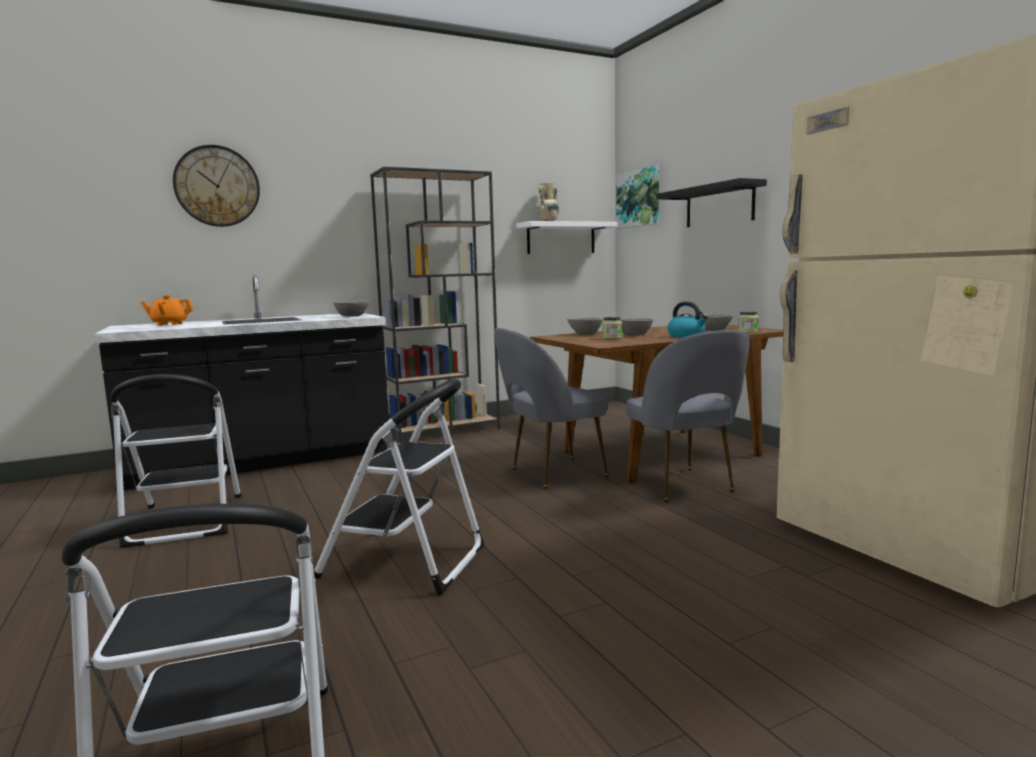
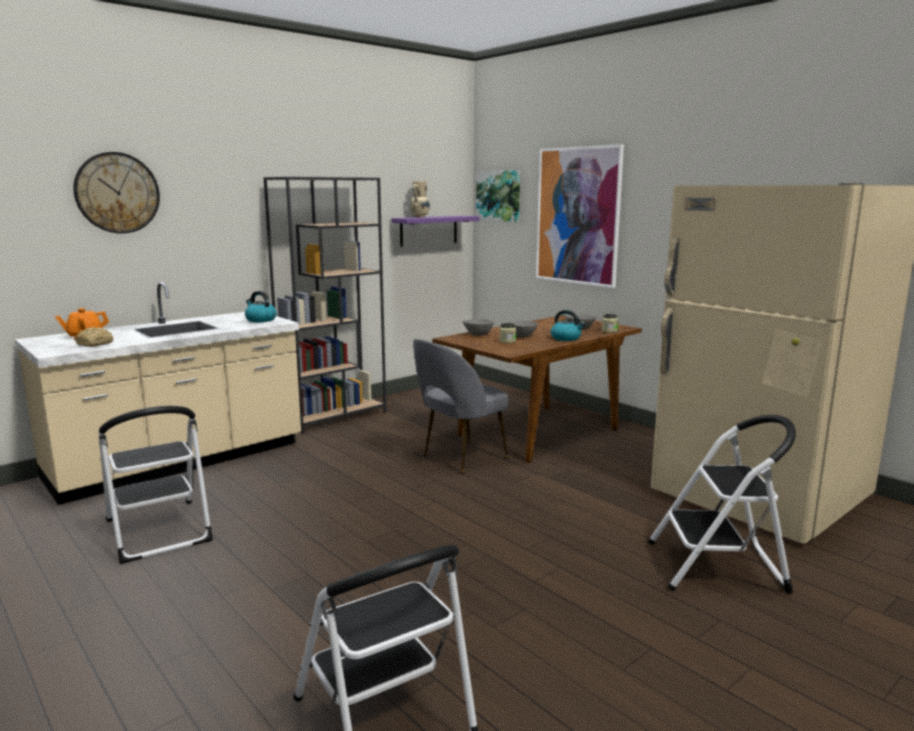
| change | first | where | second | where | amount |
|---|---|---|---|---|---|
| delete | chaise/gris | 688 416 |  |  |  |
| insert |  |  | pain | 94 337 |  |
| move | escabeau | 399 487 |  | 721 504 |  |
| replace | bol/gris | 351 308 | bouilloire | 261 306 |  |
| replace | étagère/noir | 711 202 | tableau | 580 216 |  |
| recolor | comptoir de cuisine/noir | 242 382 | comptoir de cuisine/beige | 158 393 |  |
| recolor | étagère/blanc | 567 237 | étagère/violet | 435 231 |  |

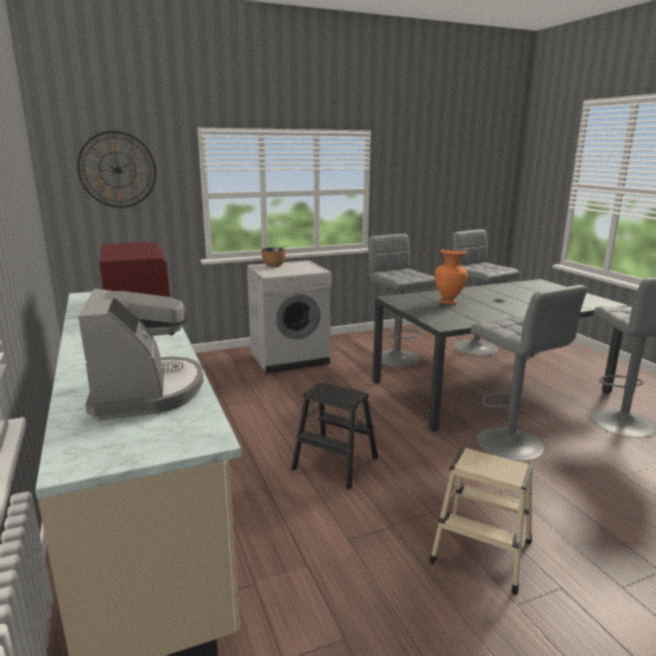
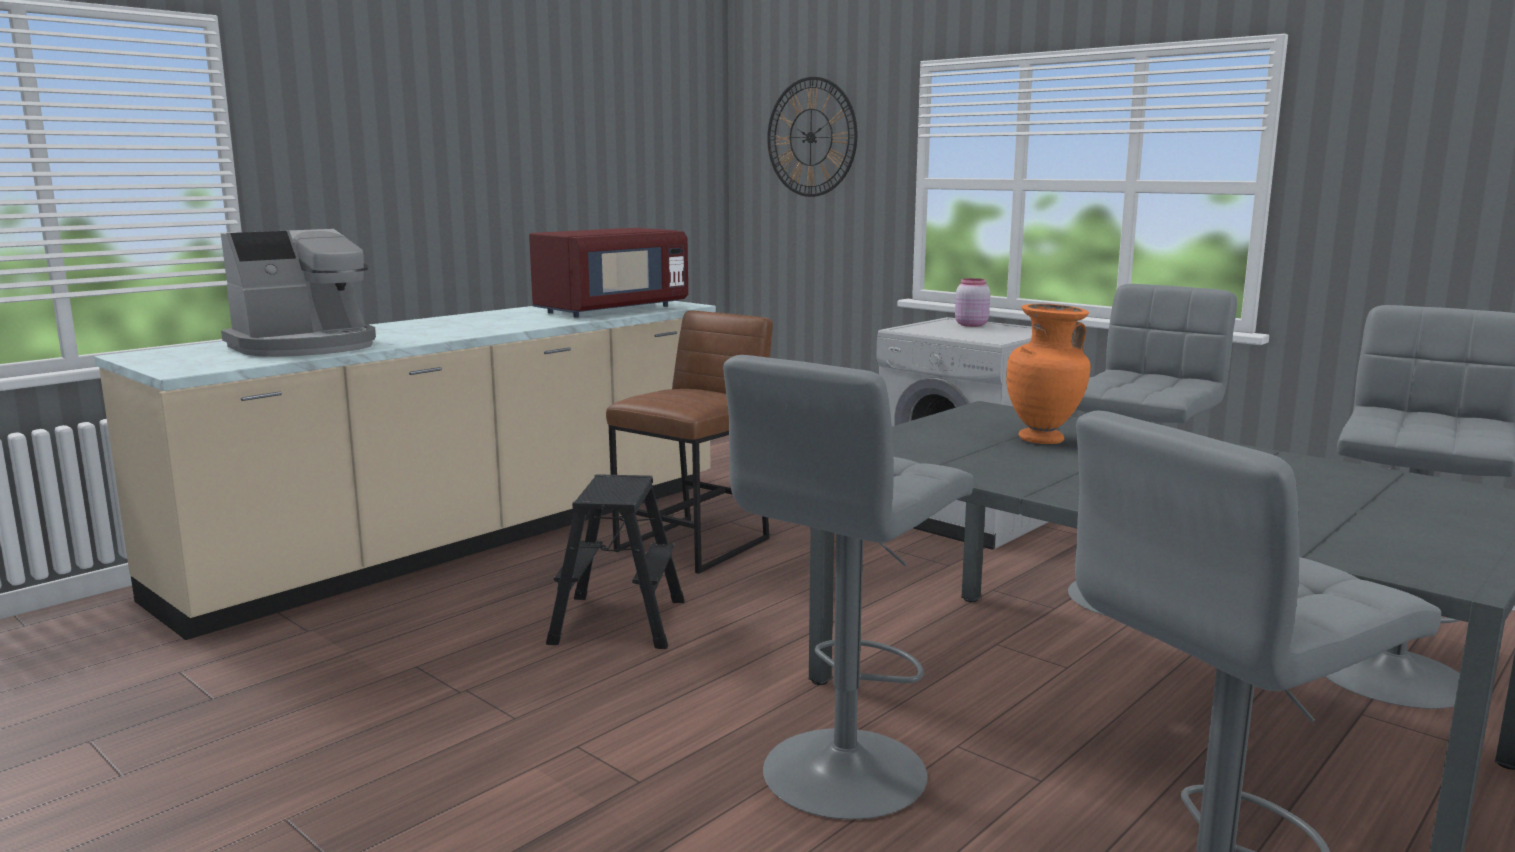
| change | first | where | second | where | amount |
|---|---|---|---|---|---|
| delete | escabeau/beige | 481 520 |  |  |  |
| insert |  |  | chaise/marron | 689 442 |  |
| replace | bol | 273 257 | bocal/rose | 972 302 |  |

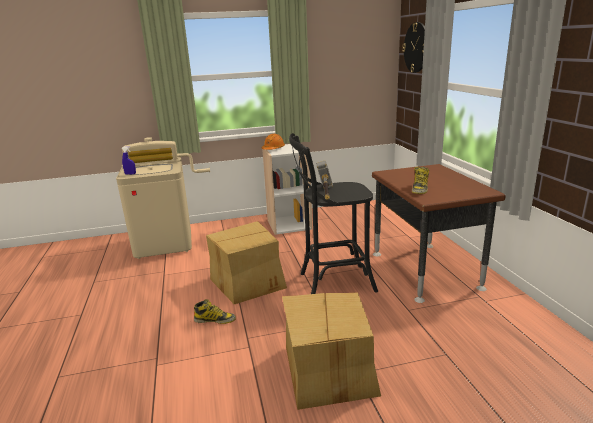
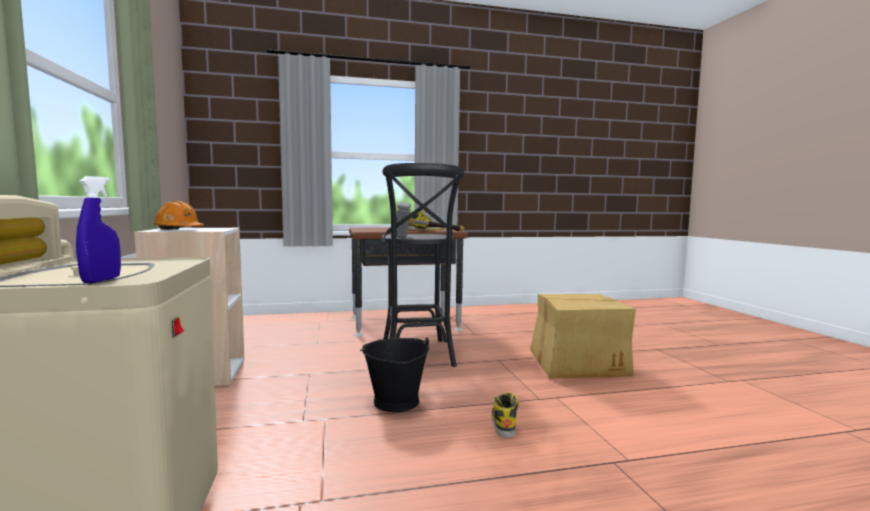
| change | first | where | second | where | amount |
|---|---|---|---|---|---|
| delete | horloge murale | 413 47 |  |  |  |
| replace | carton | 246 262 | seau/noir | 394 374 |  |

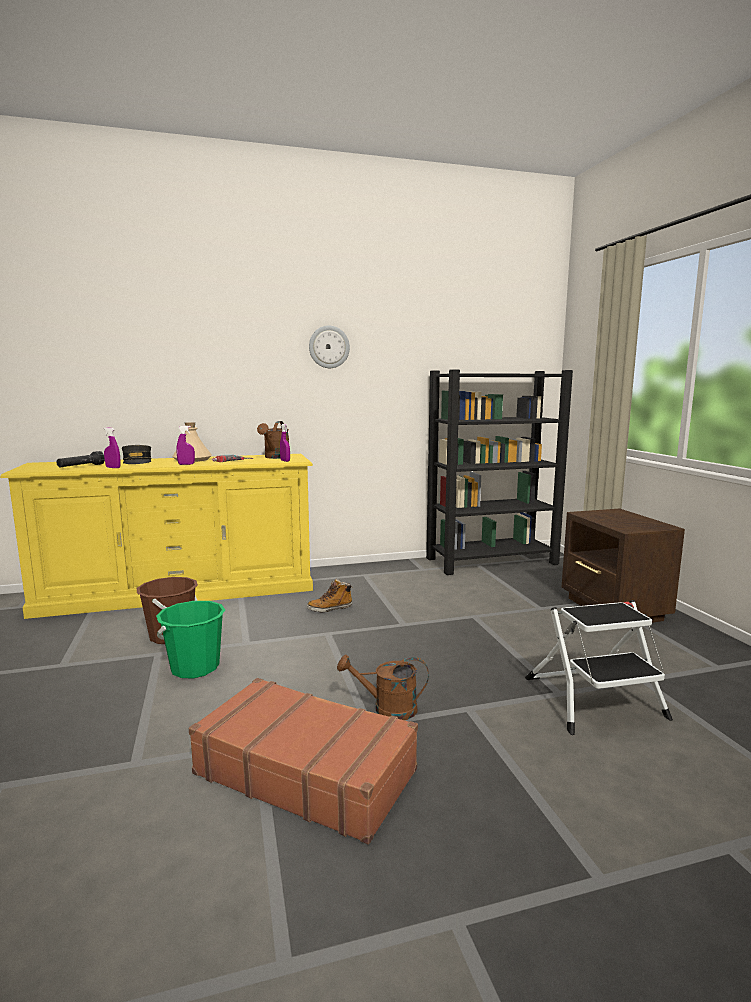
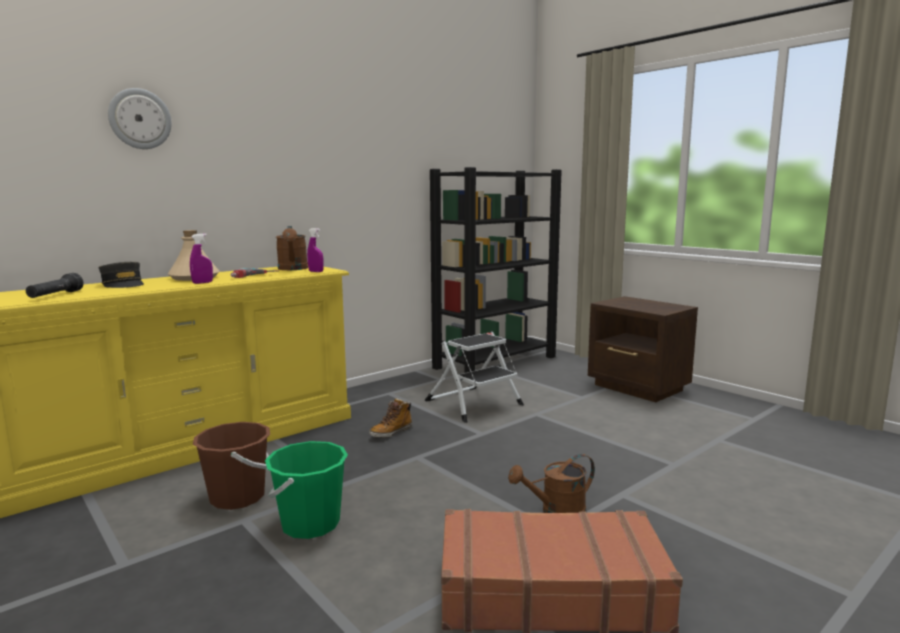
| change | first | where | second | where | amount |
|---|---|---|---|---|---|
| delete | vaporisateur/violet | 112 447 |  |  |  |
| move | horloge murale | 329 347 |  | 140 118 |  |
| move | escabeau | 599 667 |  | 474 377 |  |

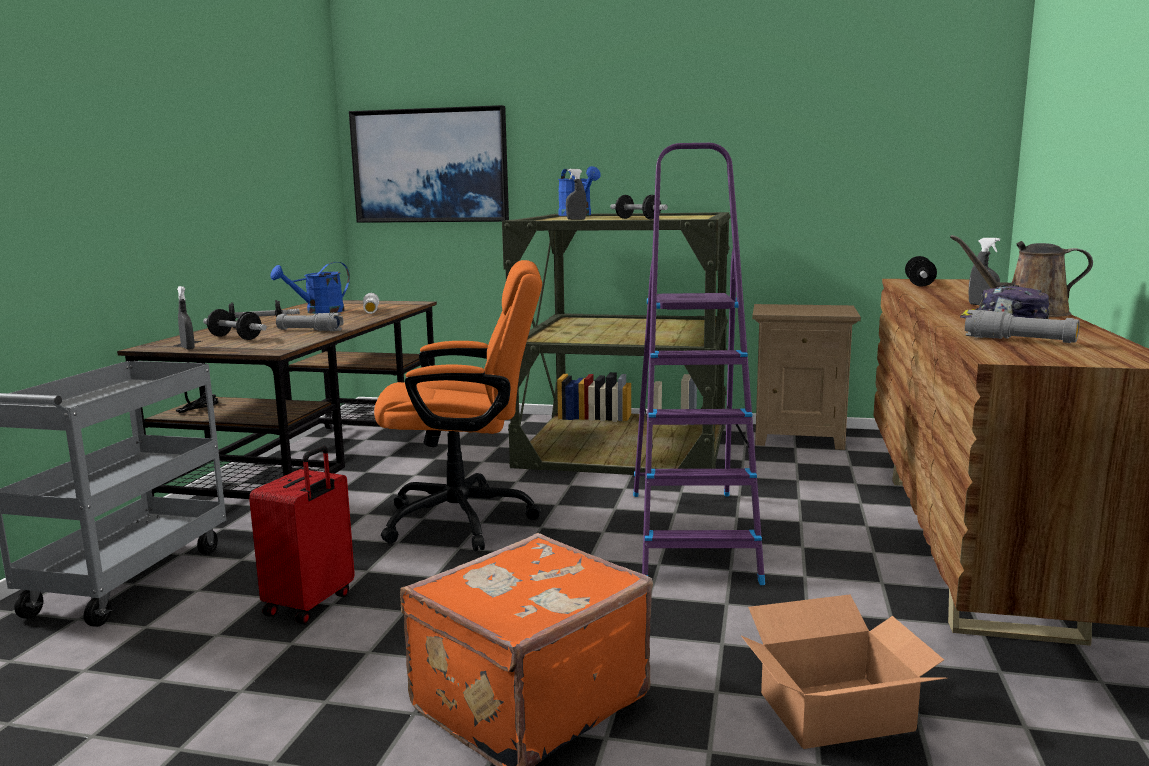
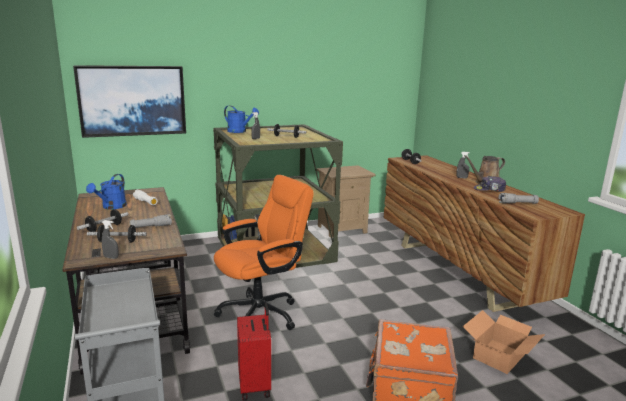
| change | first | where | second | where | amount |
|---|---|---|---|---|---|
| delete | escabeau/violet | 699 364 |  |  |  |

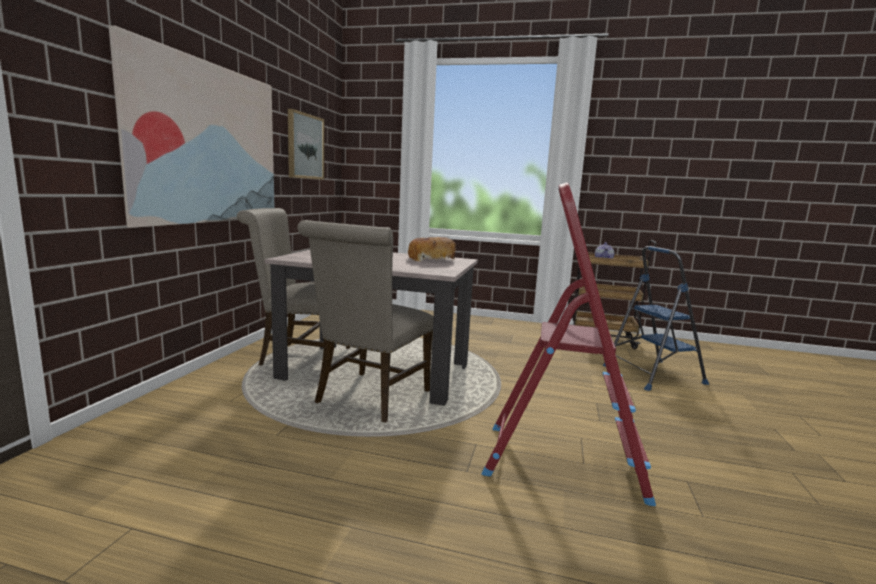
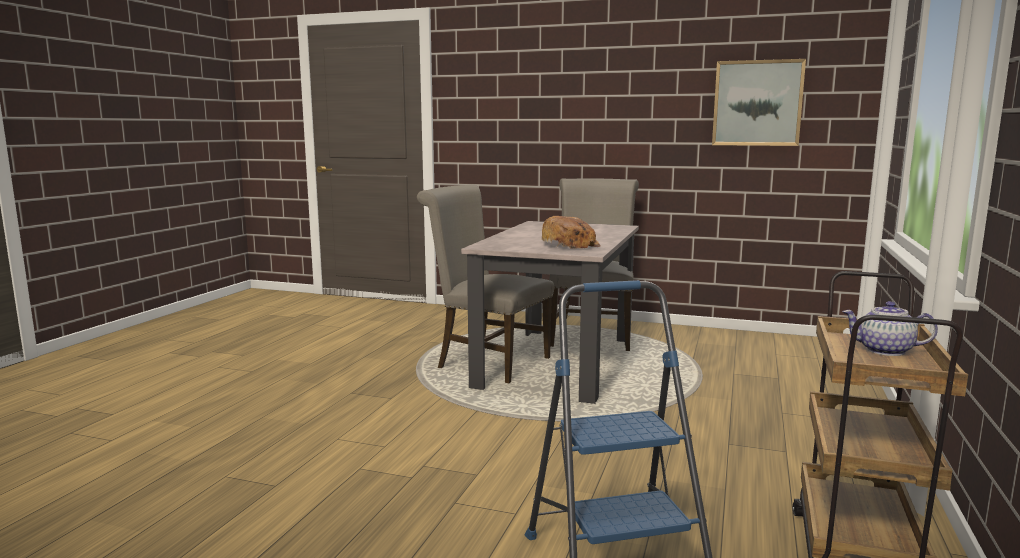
| change | first | where | second | where | amount |
|---|---|---|---|---|---|
| delete | tableau | 192 126 |  |  |  |
| delete | escabeau/rouge | 569 344 |  |  |  |

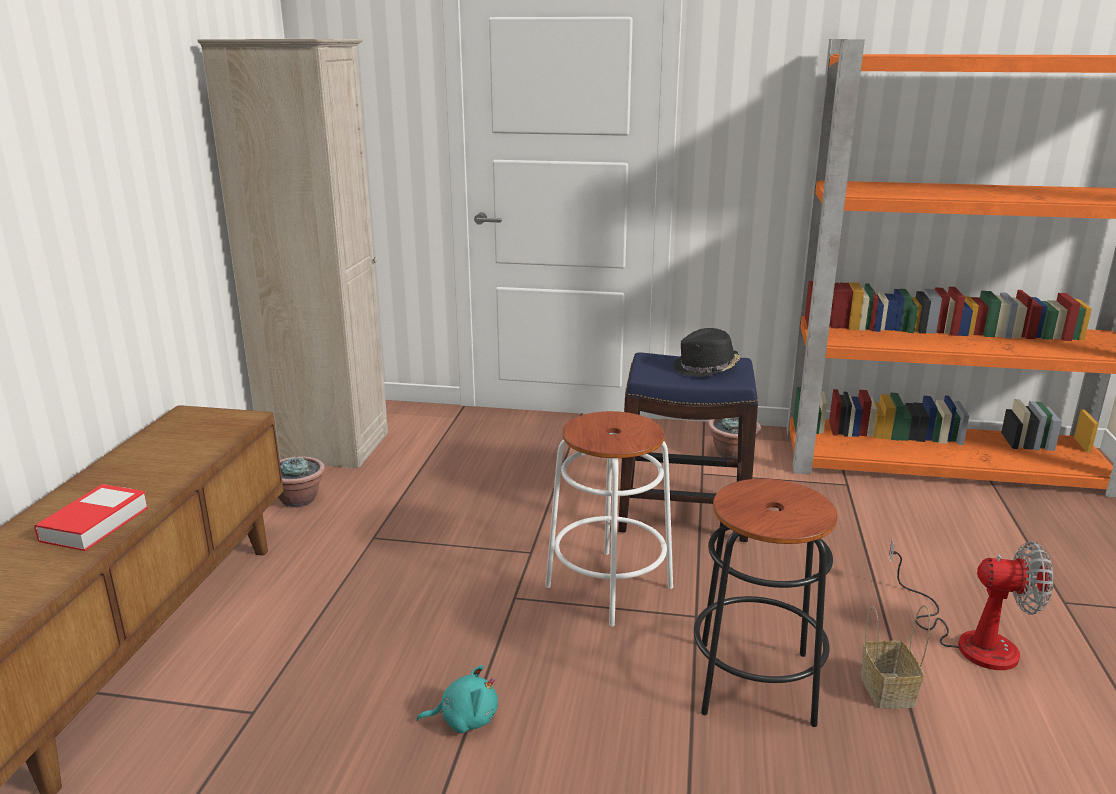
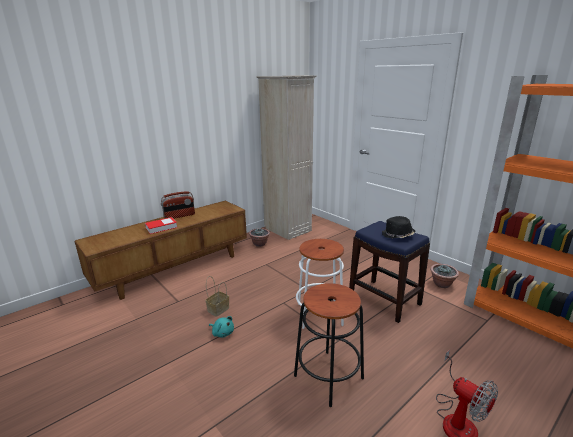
| change | first | where | second | where | amount |
|---|---|---|---|---|---|
| insert |  |  | radio | 178 205 |  |
| move | panier | 895 657 |  | 217 296 |  |

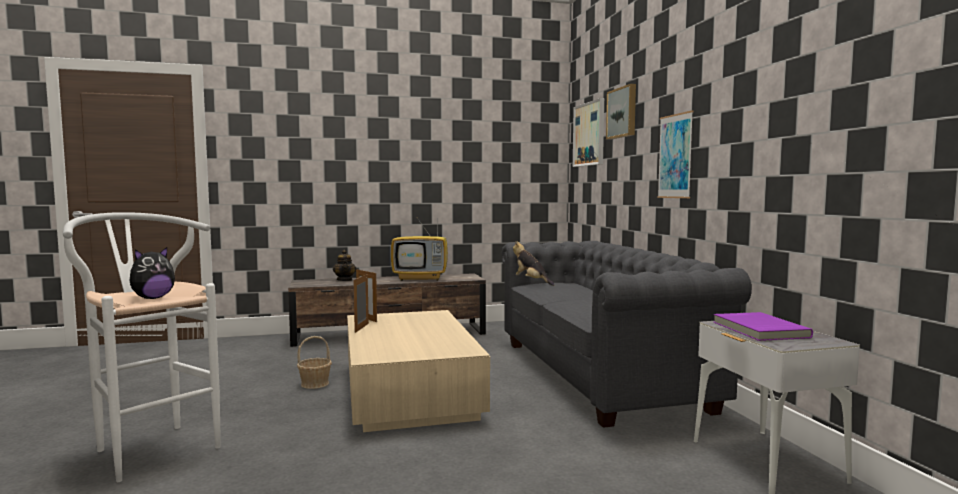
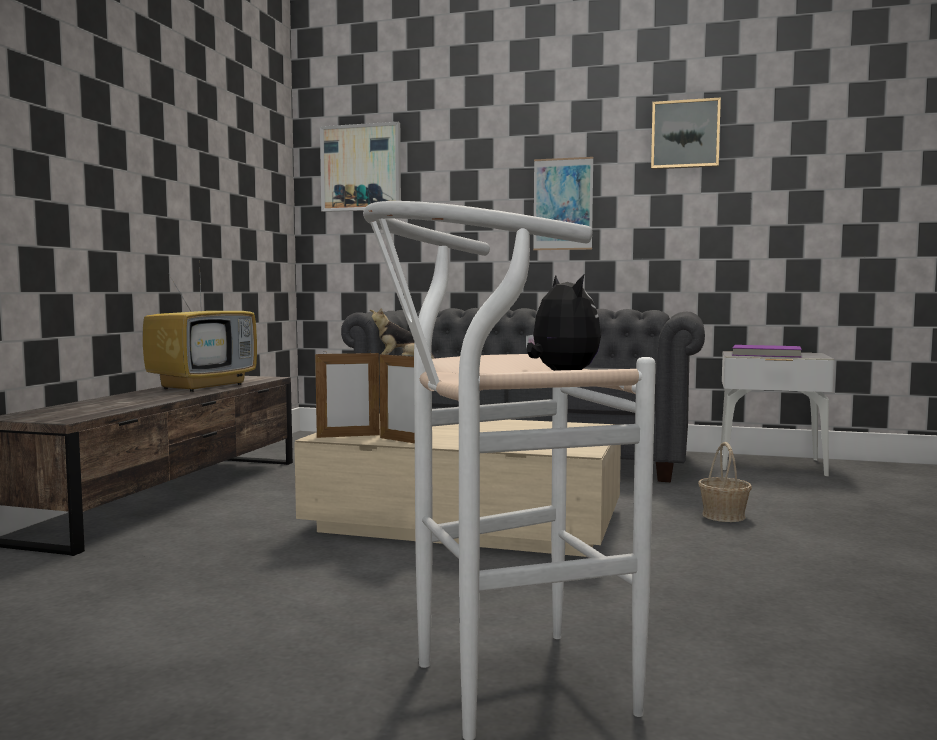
| change | first | where | second | where | amount |
|---|---|---|---|---|---|
| delete | théière | 344 265 |  |  |  |
| move | panier | 314 362 |  | 725 482 |  |
| move | tableau | 621 112 |  | 686 133 |  |

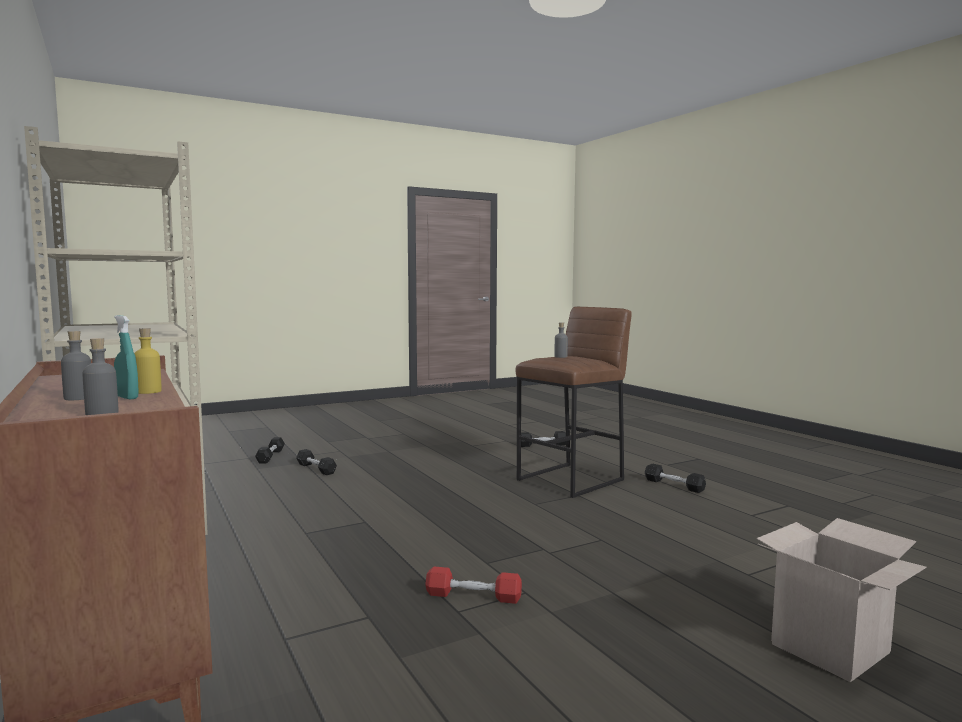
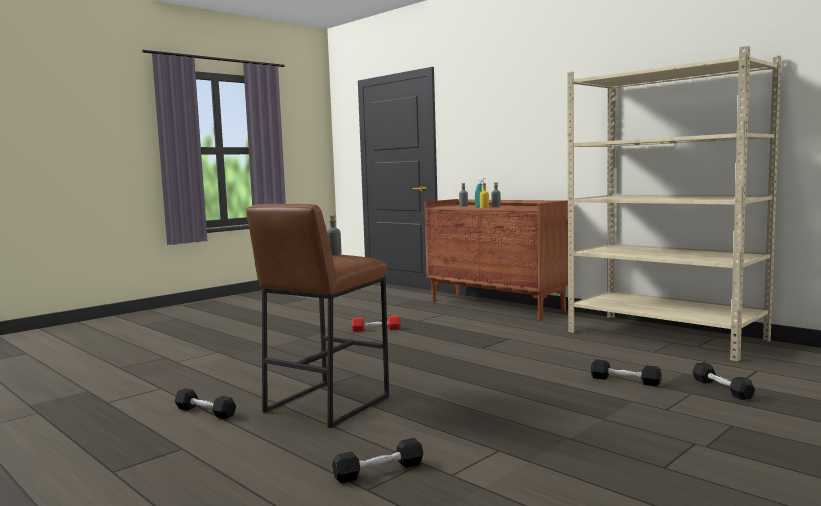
| change | first | where | second | where | amount |
|---|---|---|---|---|---|
| delete | carton | 842 600 |  |  |  |

